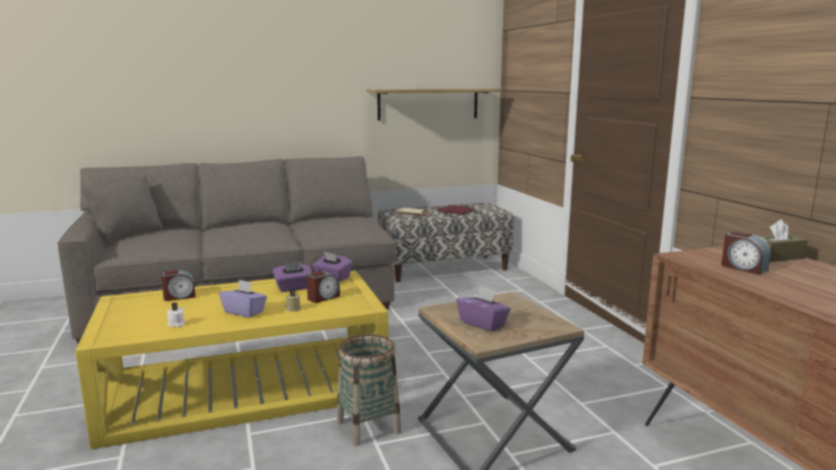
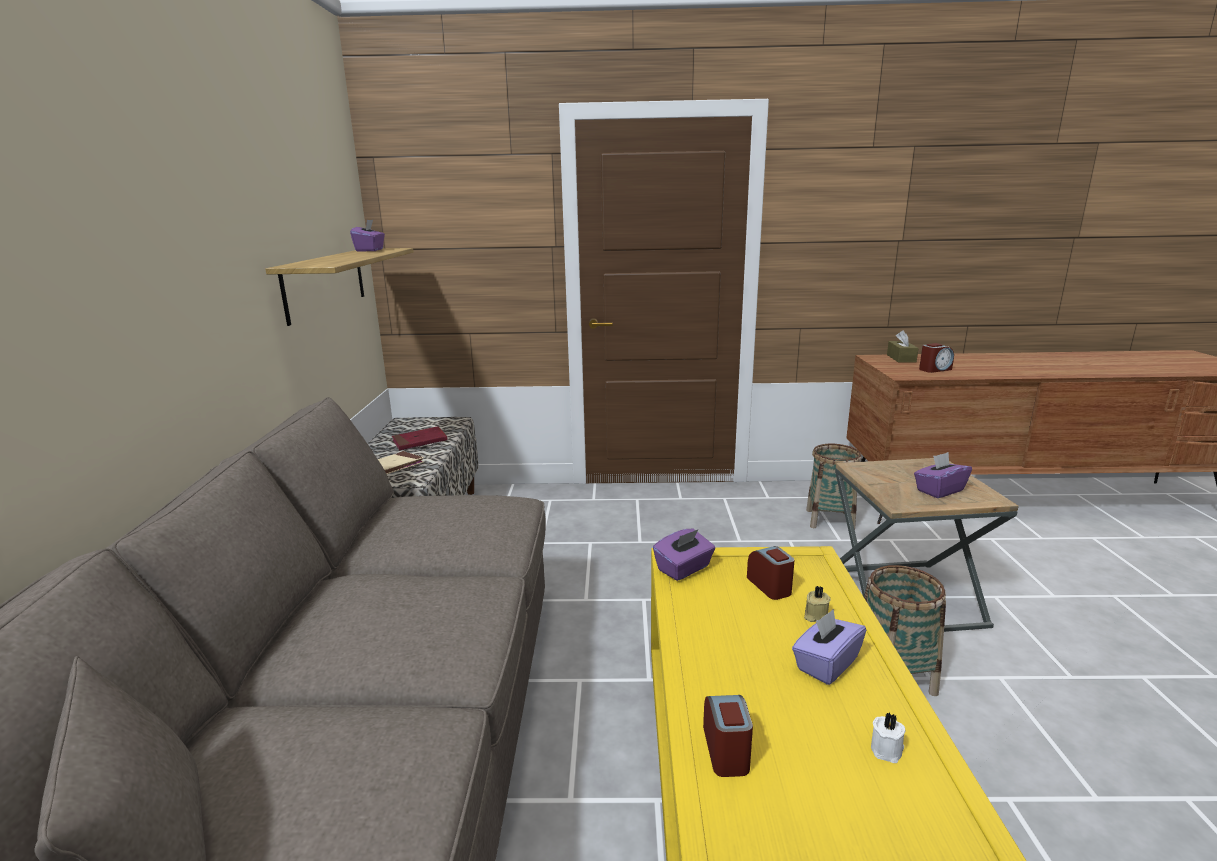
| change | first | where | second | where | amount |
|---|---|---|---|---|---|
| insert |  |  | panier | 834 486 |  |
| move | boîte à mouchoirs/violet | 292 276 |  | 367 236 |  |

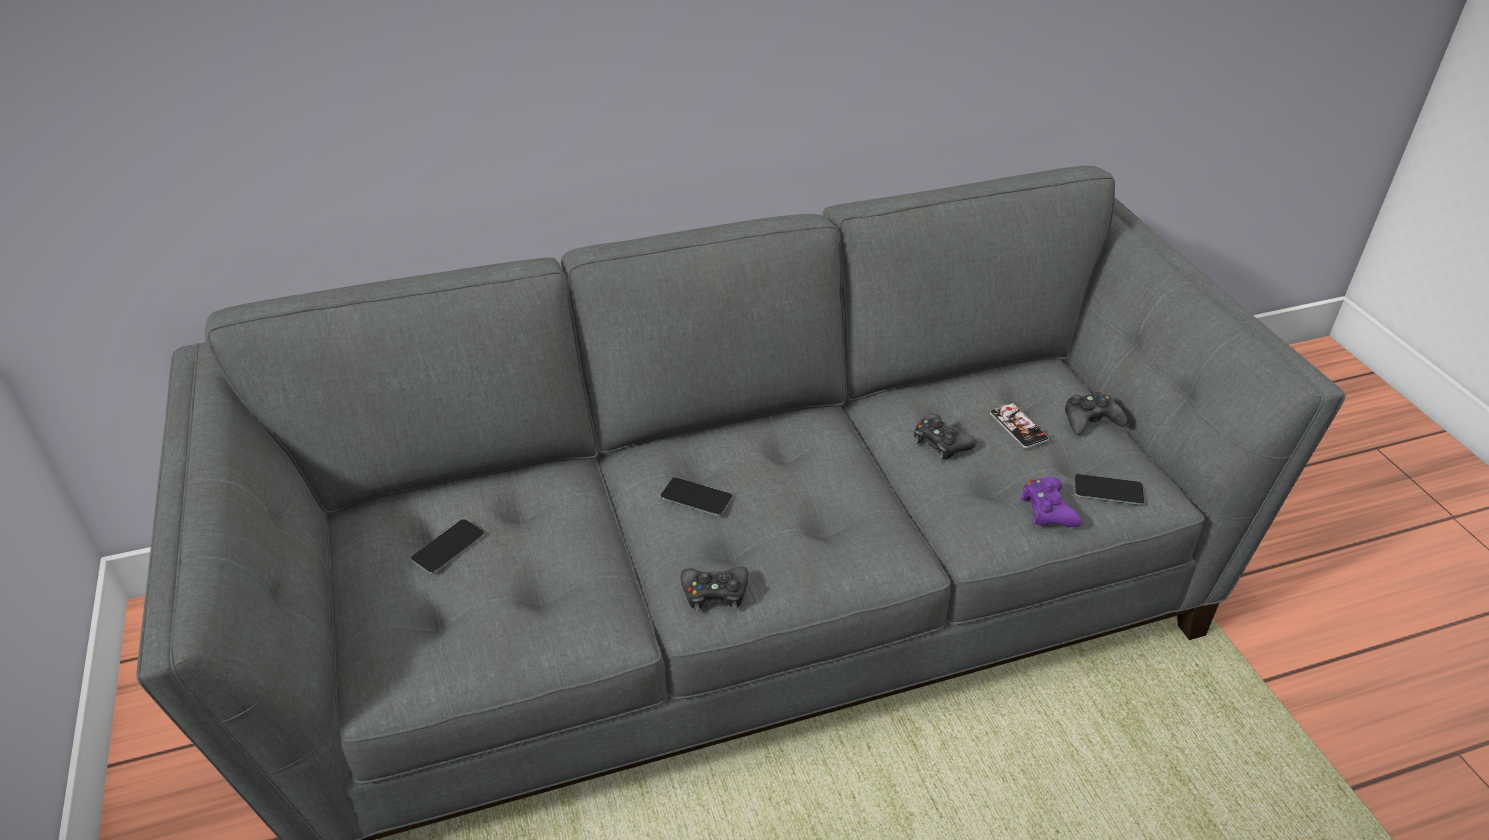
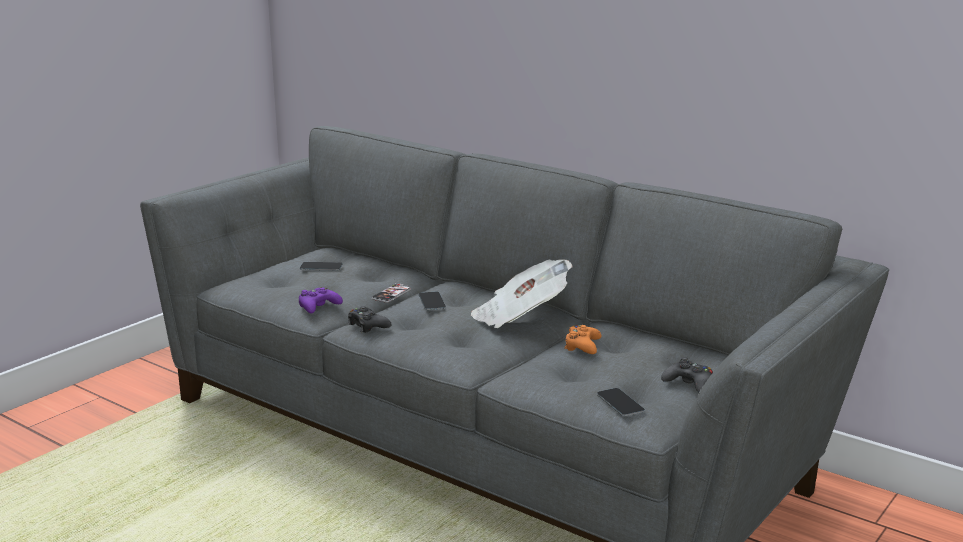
| change | first | where | second | where | amount |
|---|---|---|---|---|---|
| insert |  |  | journal | 522 293 |  |
| move | téléphone | 1019 426 |  | 391 293 |  |
| move | manette/violet | 1051 502 |  | 321 300 |  |
| recolor | manette/noir | 945 436 | manette/orange | 582 339 |  |

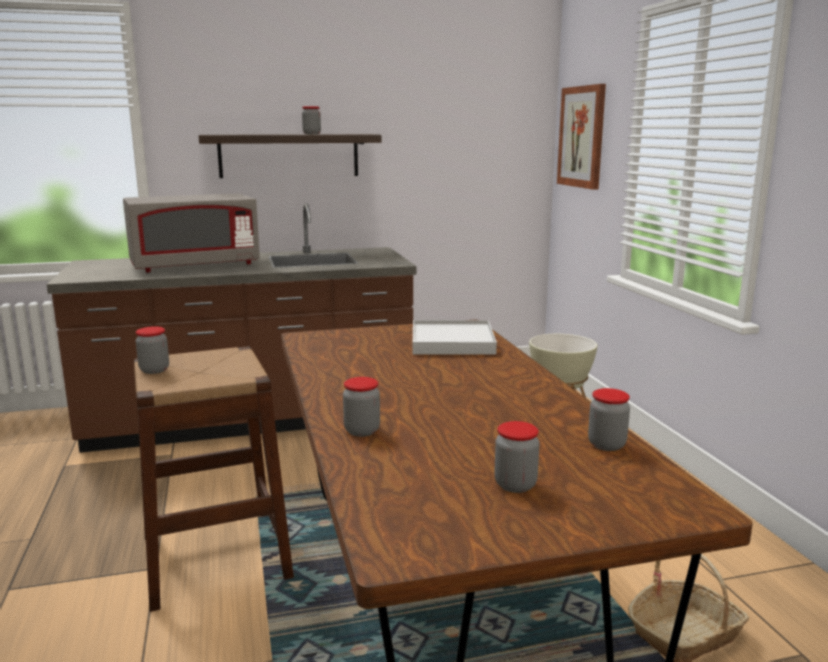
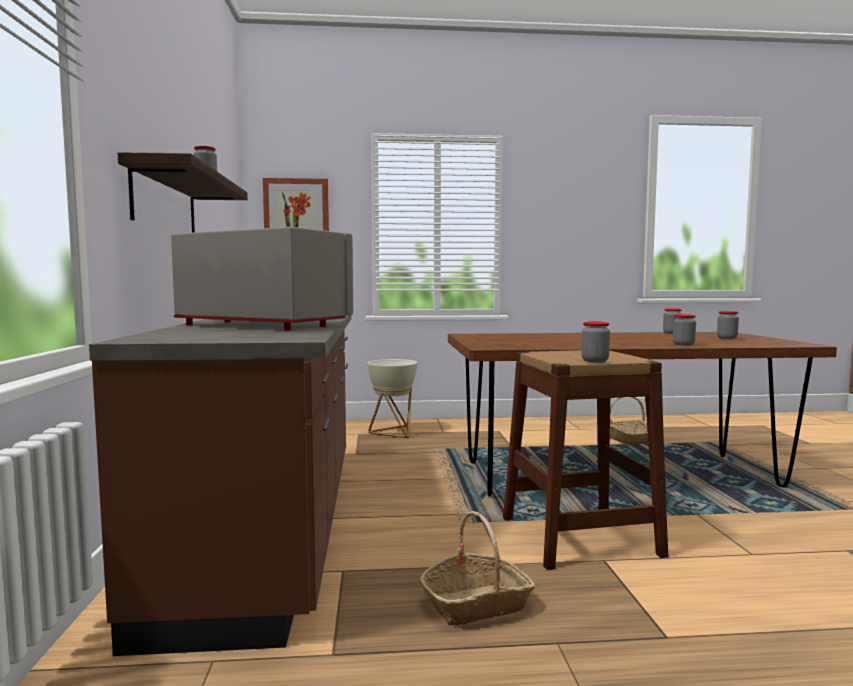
| change | first | where | second | where | amount |
|---|---|---|---|---|---|
| delete | plateau/blanc | 455 337 |  |  |  |
| insert |  |  | panier | 477 568 |  |
| rotate | micro-ondes/gris | 191 233 |  | 262 278 | 45 degrees counterclockwise |

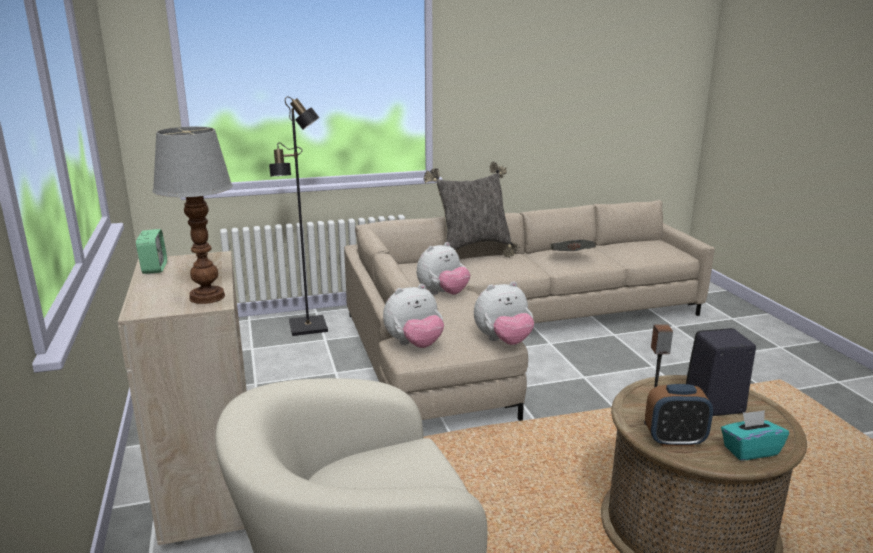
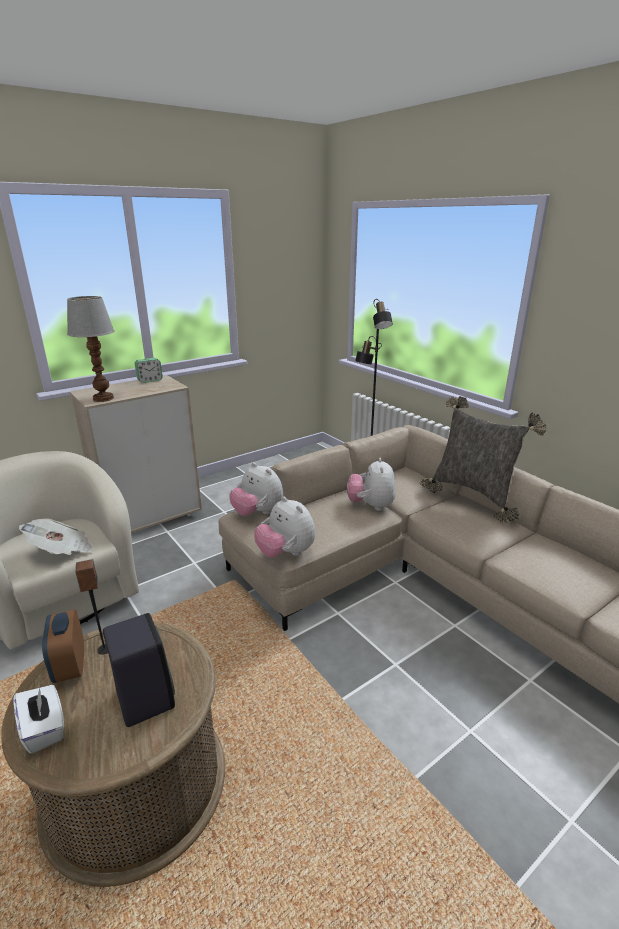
| change | first | where | second | where | amount |
|---|---|---|---|---|---|
| move | journal | 573 245 |  | 56 537 |  |
| recolor | boîte à mouchoirs/turquoise | 755 435 | boîte à mouchoirs/blanc | 38 719 |  |
| rotate | peluche | 443 268 |  | 371 484 | 60 degrees clockwise |

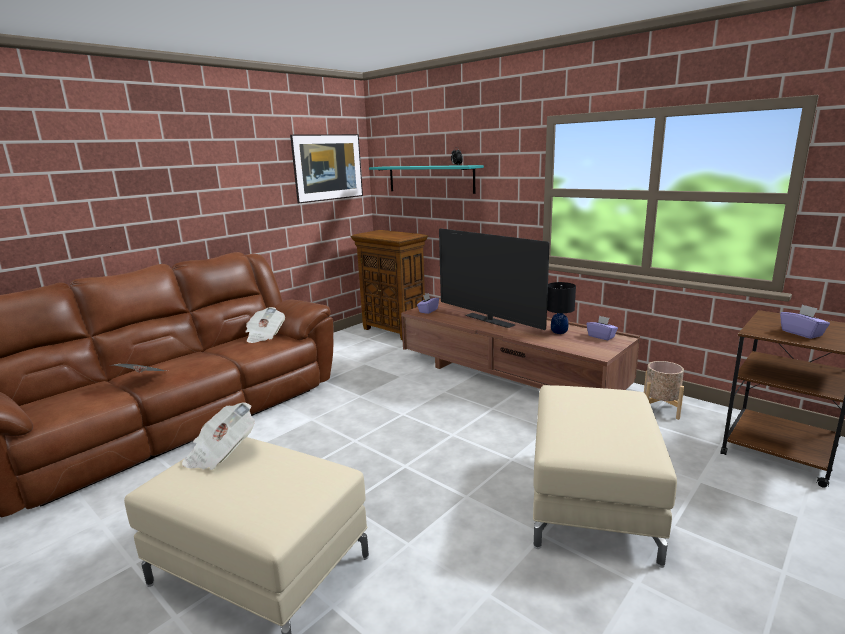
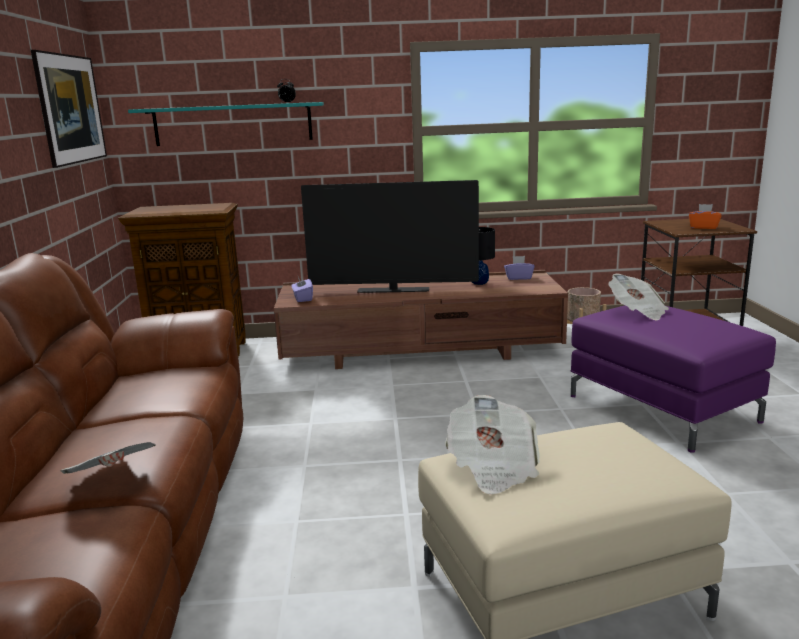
| change | first | where | second | where | amount |
|---|---|---|---|---|---|
| move | journal | 265 325 |  | 638 297 |  |
| recolor | pouf/beige | 605 476 | pouf/violet | 673 379 |  |
| recolor | boîte à mouchoirs/violet | 805 321 | boîte à mouchoirs/orange | 705 216 |  |

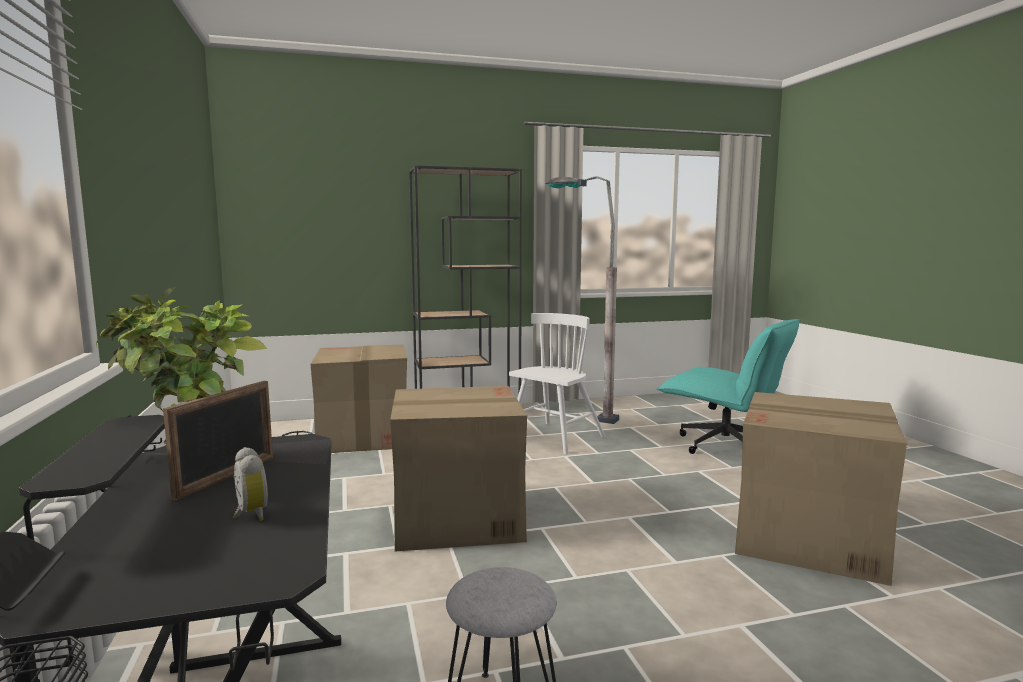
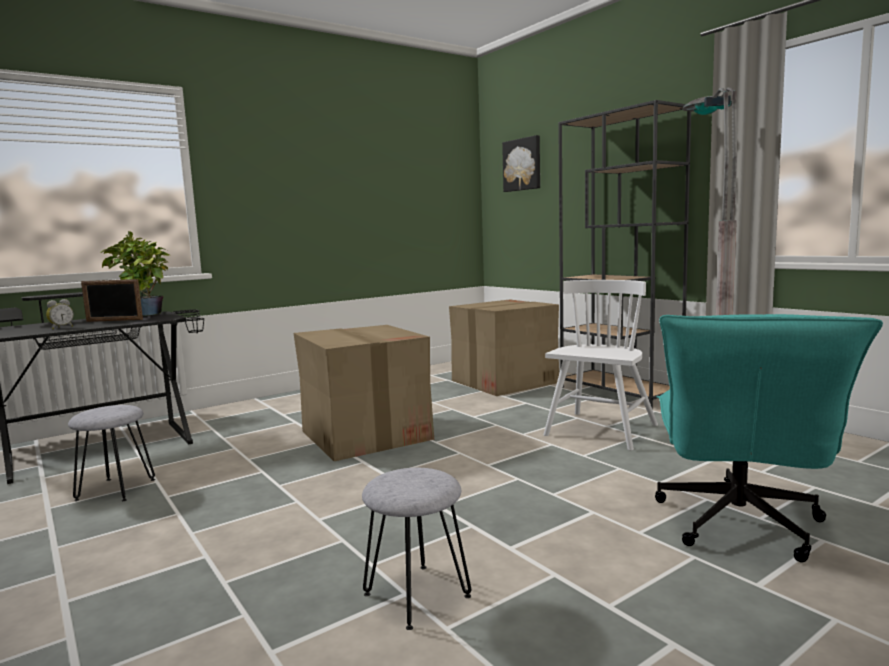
| change | first | where | second | where | amount |
|---|---|---|---|---|---|
| insert |  |  | tableau | 521 163 |  |
| replace | carton | 821 489 | tabouret/gris | 416 549 |  |
| rotate | chaise/blanc | 557 384 |  | 600 365 | 75 degrees counterclockwise |

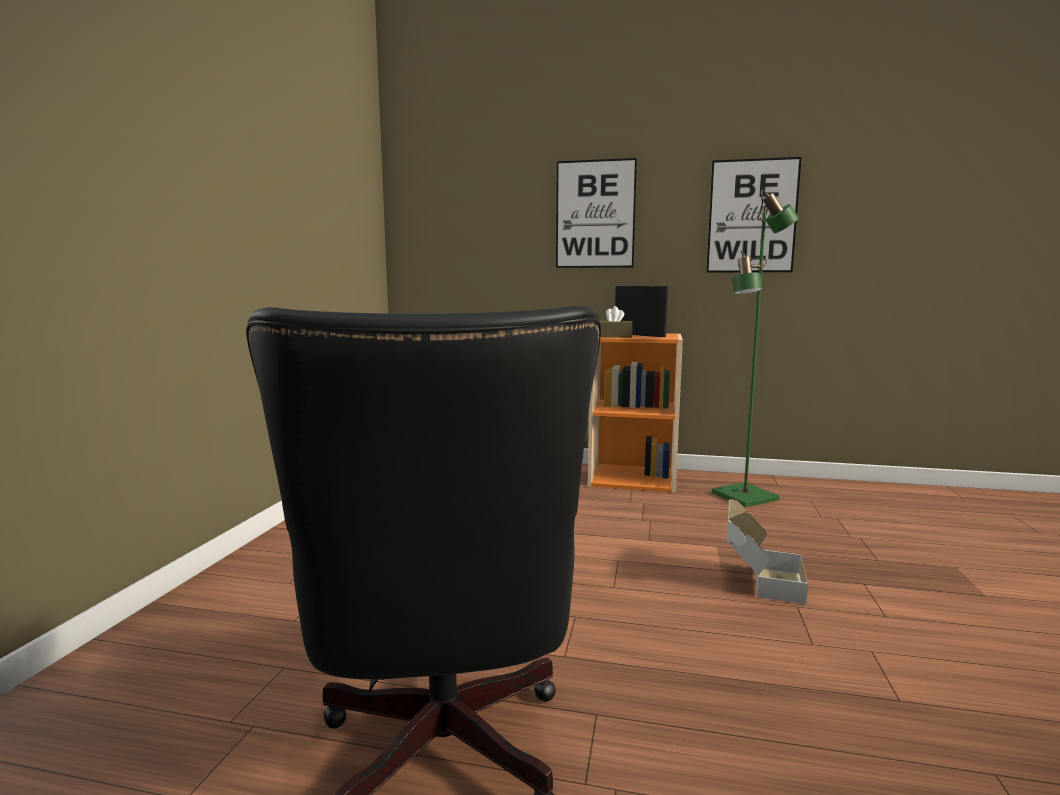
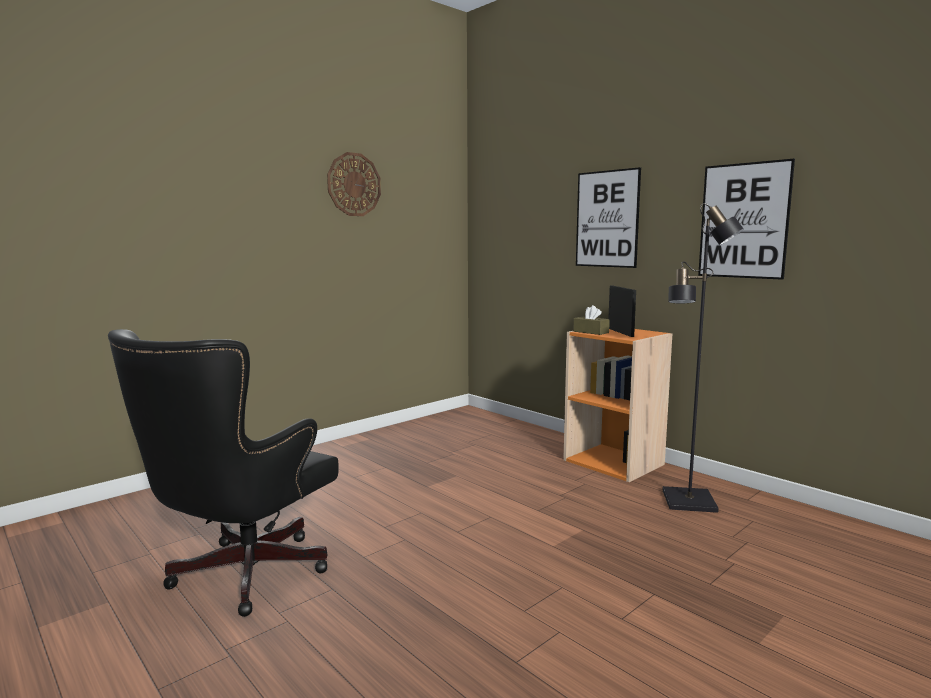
| change | first | where | second | where | amount |
|---|---|---|---|---|---|
| delete | carton | 767 552 |  |  |  |
| insert |  |  | horloge murale | 354 184 |  |
| recolor | lampadaire/vert | 755 348 | lampadaire/noir | 703 358 |  |

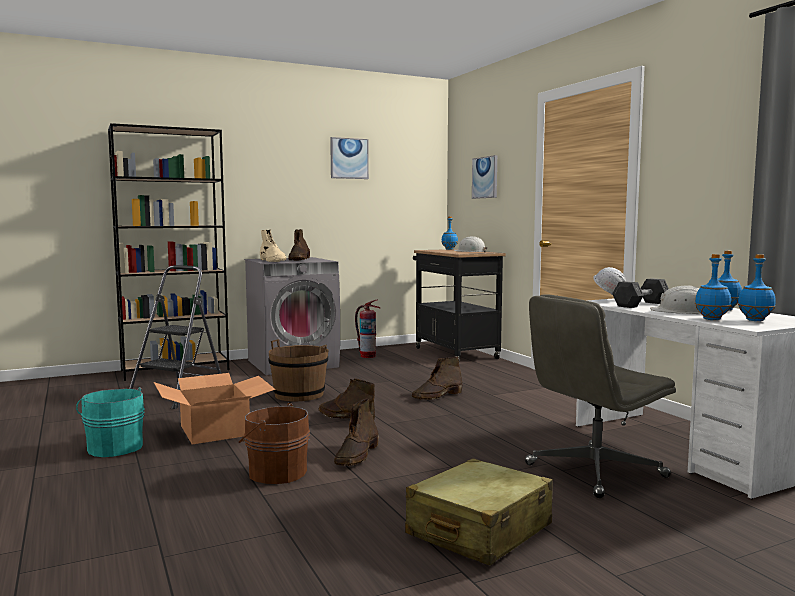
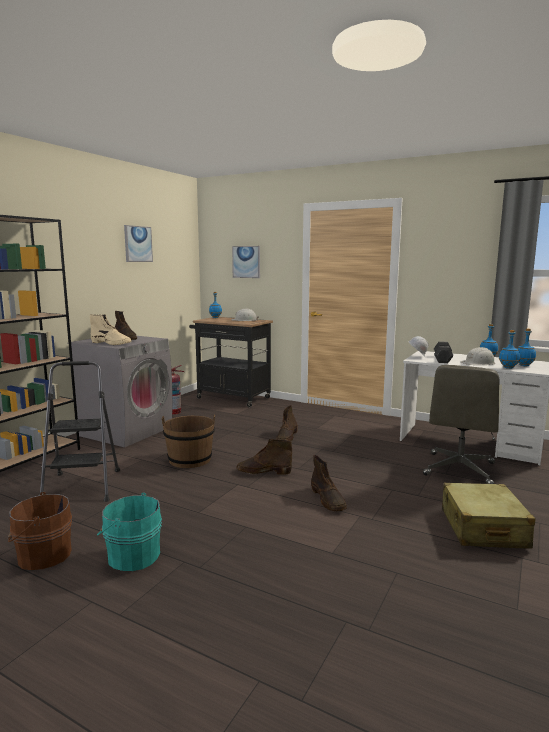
| change | first | where | second | where | amount |
|---|---|---|---|---|---|
| delete | carton | 215 408 |  |  |  |
| move | seau/marron | 274 443 |  | 40 531 |  |

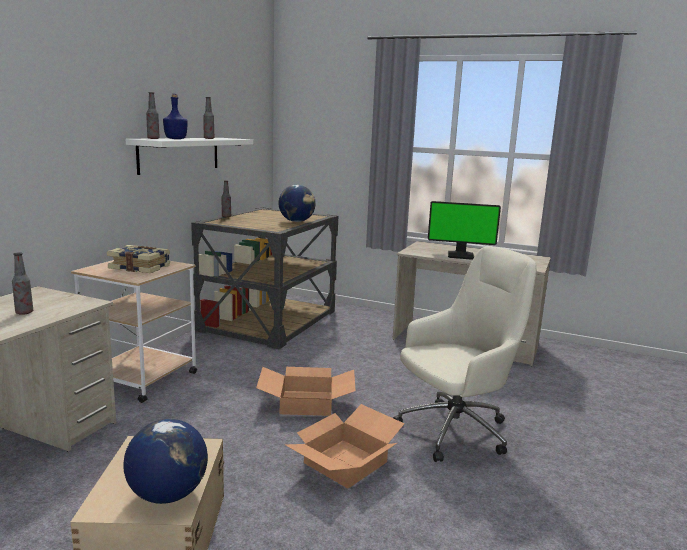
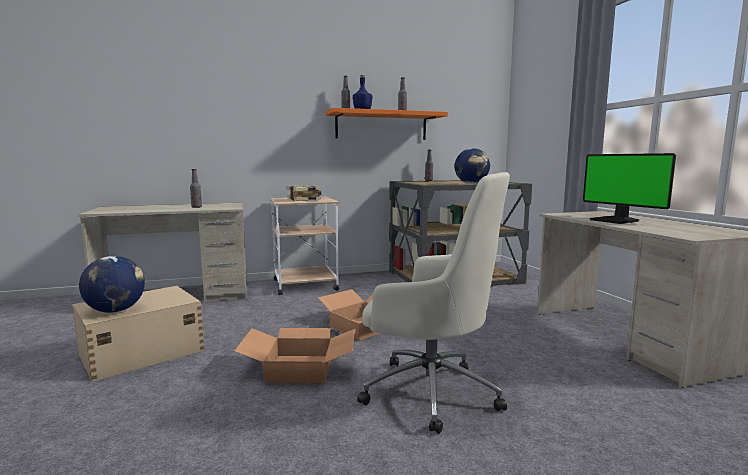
| change | first | where | second | where | amount |
|---|---|---|---|---|---|
| recolor | étagère/blanc | 189 156 | étagère/orange | 386 124 |  |

